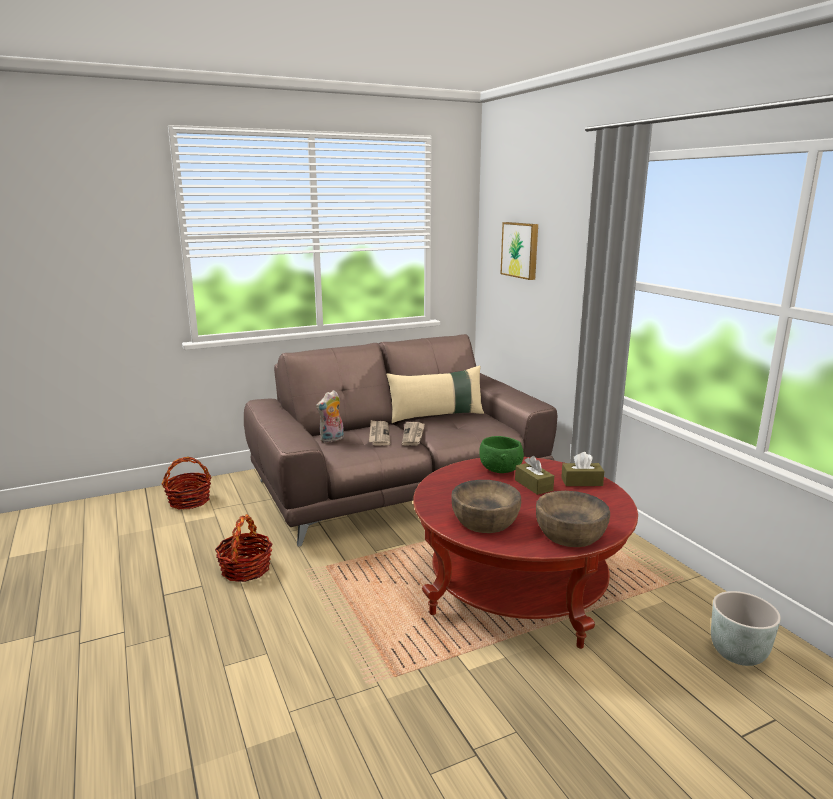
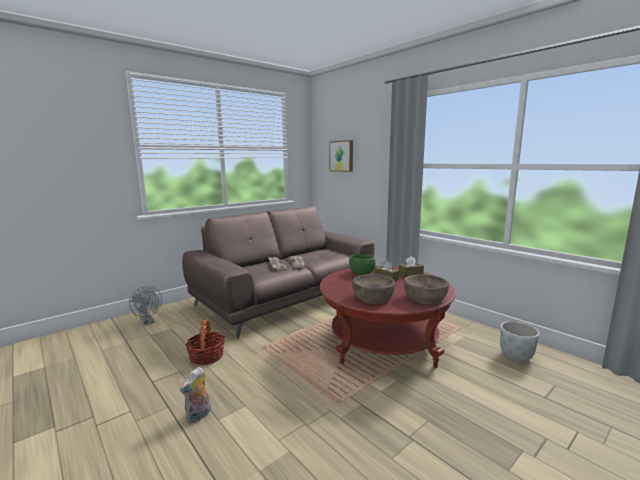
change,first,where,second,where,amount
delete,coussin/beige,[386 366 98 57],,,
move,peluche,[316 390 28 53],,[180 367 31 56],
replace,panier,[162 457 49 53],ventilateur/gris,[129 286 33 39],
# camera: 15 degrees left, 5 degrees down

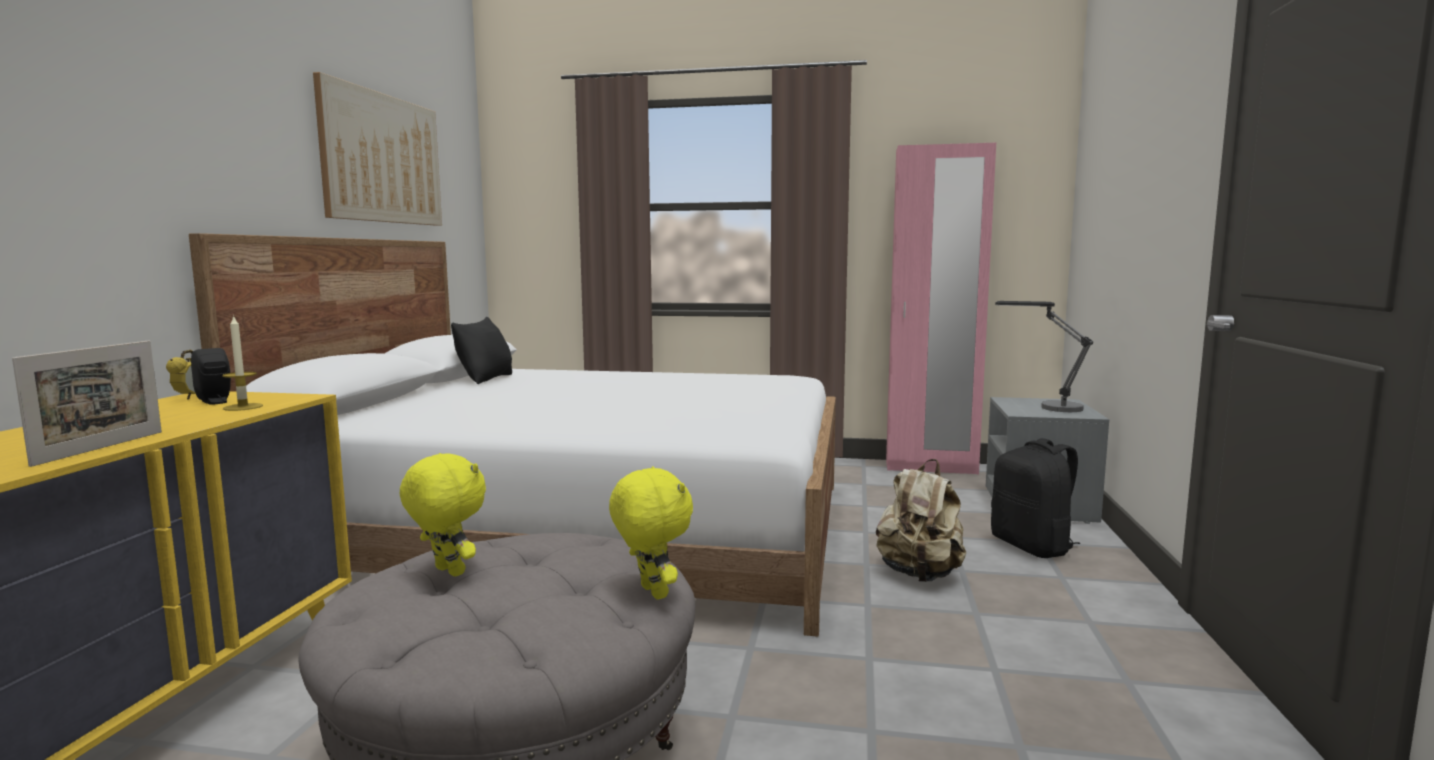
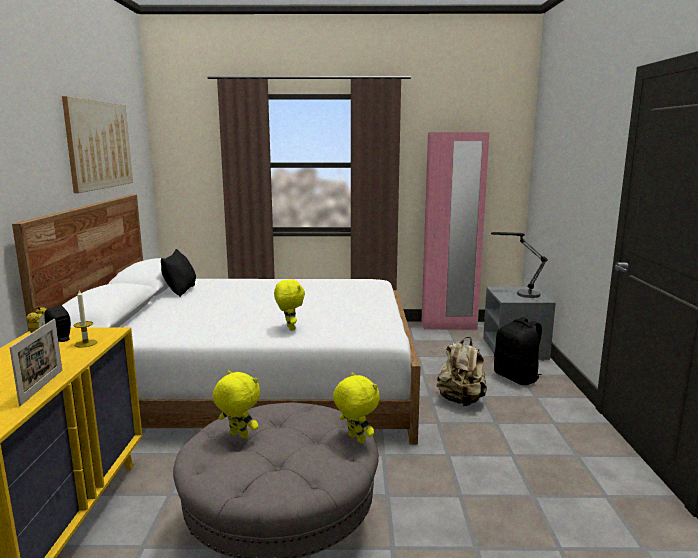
change,first,where,second,where,amount
insert,,,peluche/jaune,[274 279 31 52],
# camera: 10 degrees left, 5 degrees up

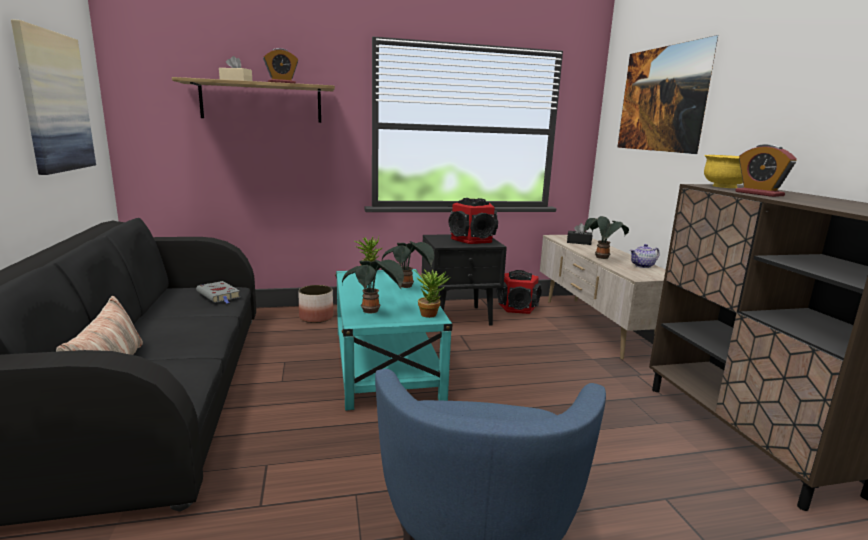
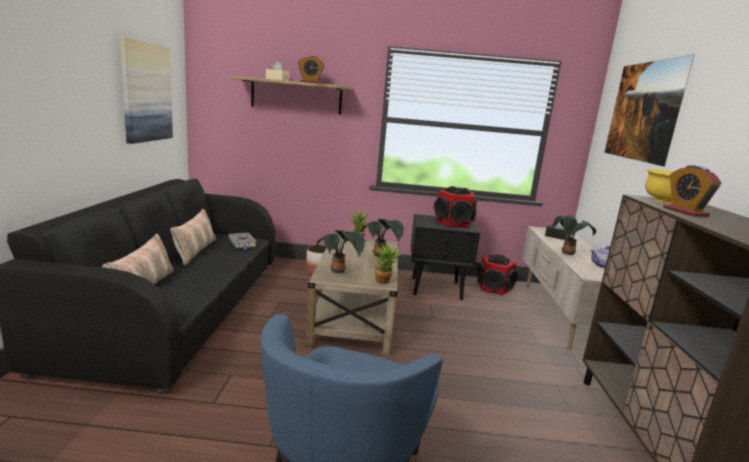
change,first,where,second,where,amount
recolor,table basse/turquoise,[335 269 118 142],table basse/beige,[306 236 93 120],
insert,,,coussin,[171 209 45 56],
# camera: 15 degrees right, 0 degrees up

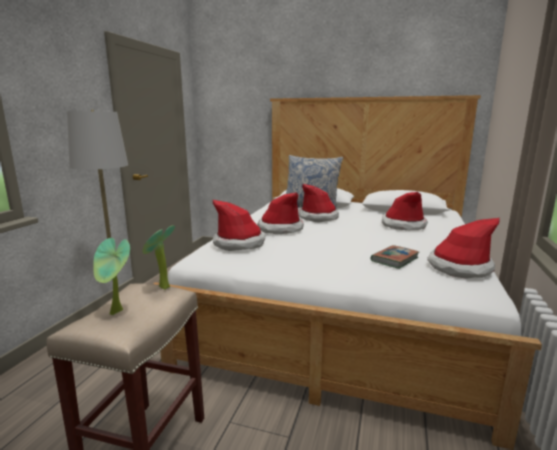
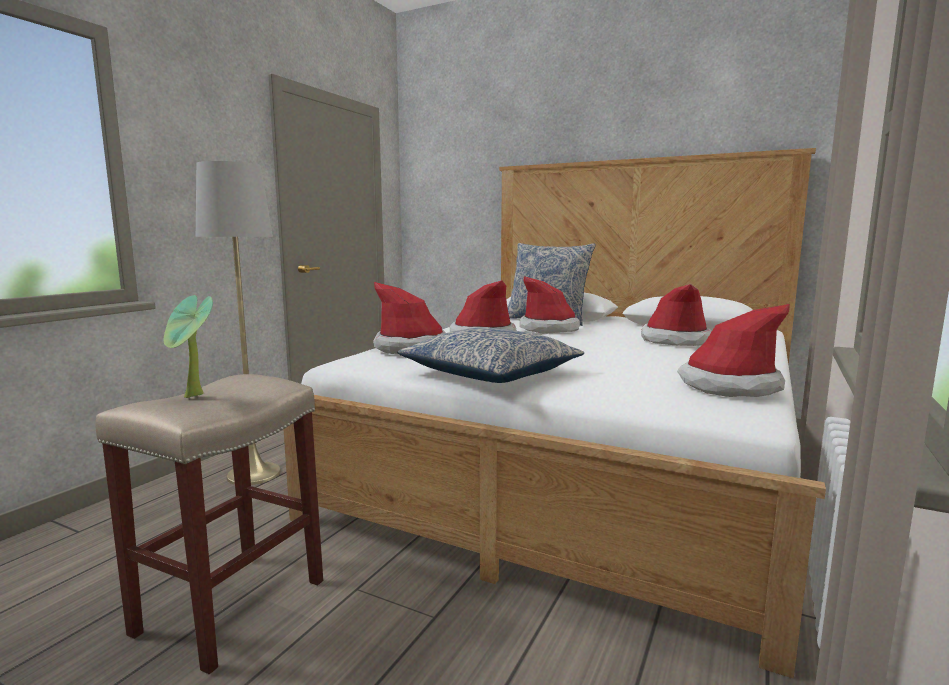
change,first,where,second,where,amount
delete,plante en pot,[142 225 33 65],,,
delete,livre,[371 245 48 24],,,
insert,,,coussin,[397 327 187 56],
# camera: 10 degrees right, 5 degrees down

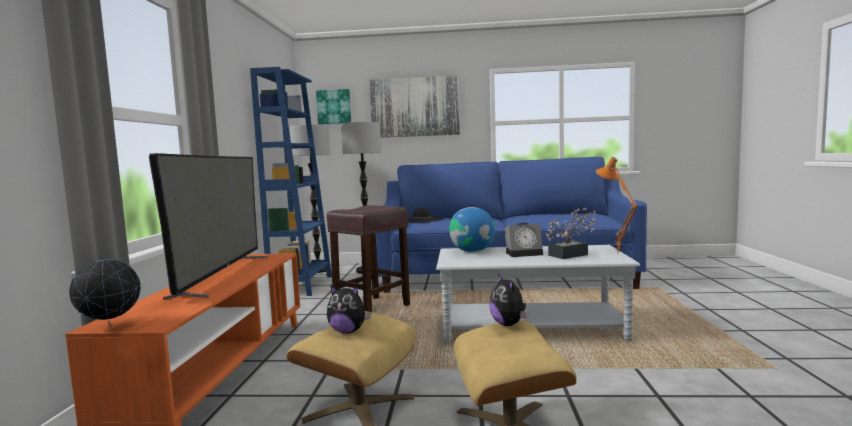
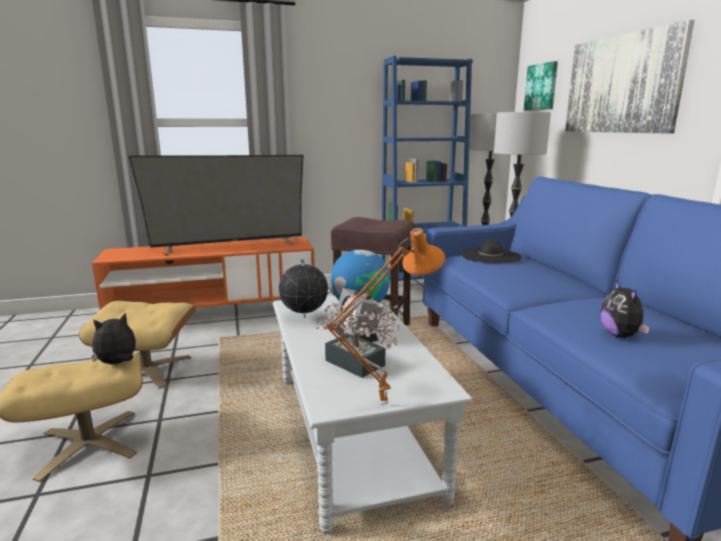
change,first,where,second,where,amount
move,globe,[69 253 72 74],,[279 259 49 59],
move,peluche,[327 285 44 49],,[600 279 50 59],
# camera: 70 degrees right, 10 degrees up

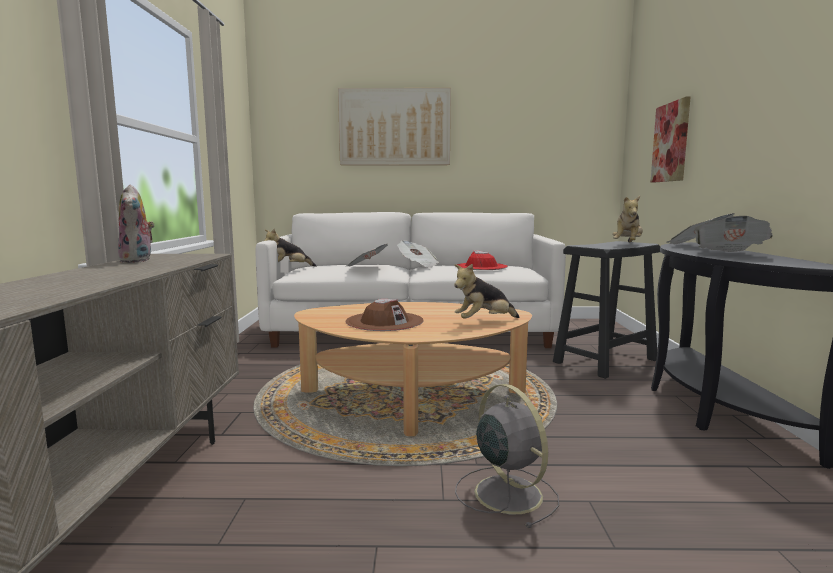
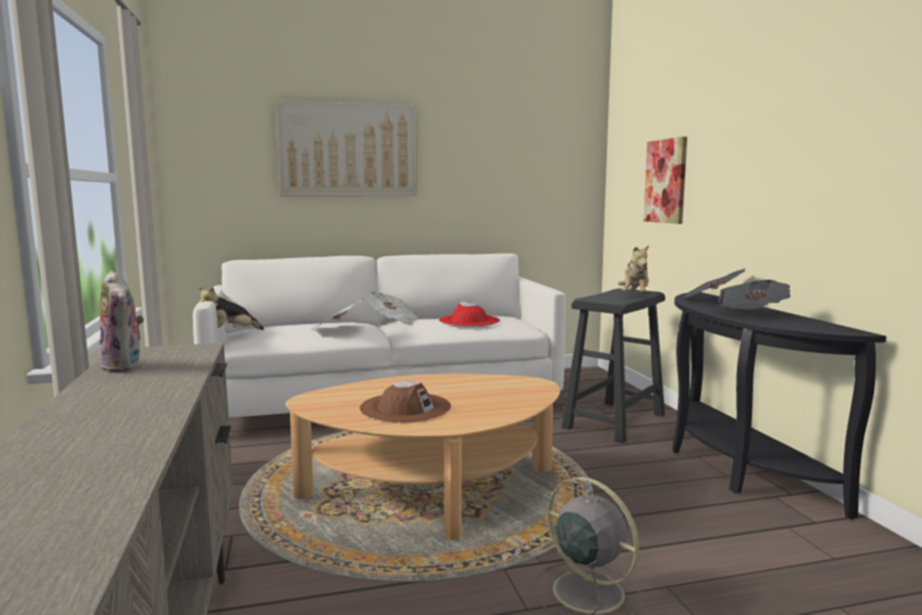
change,first,where,second,where,amount
delete,peluche,[454 264 65 55],,,
# camera: 15 degrees left, 0 degrees up

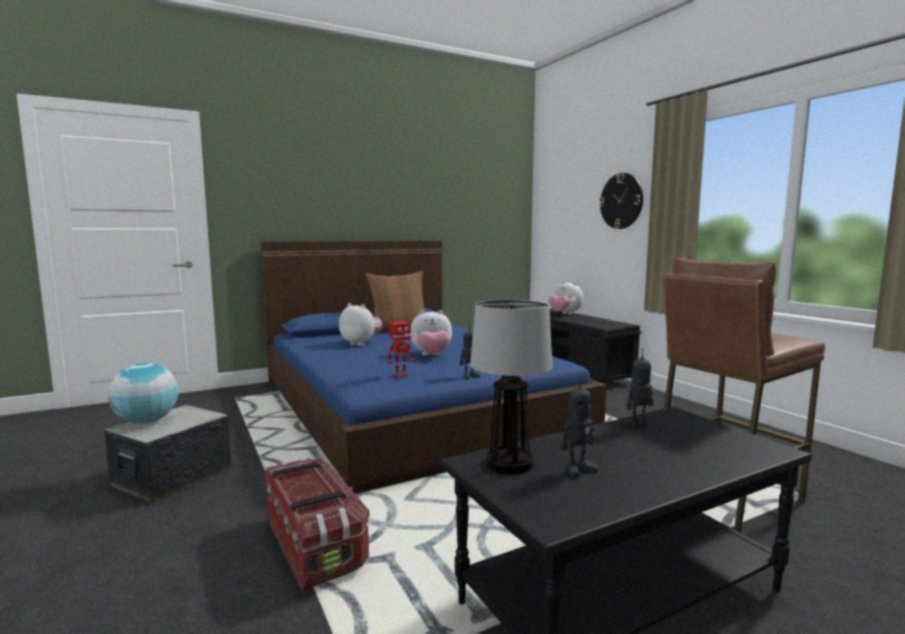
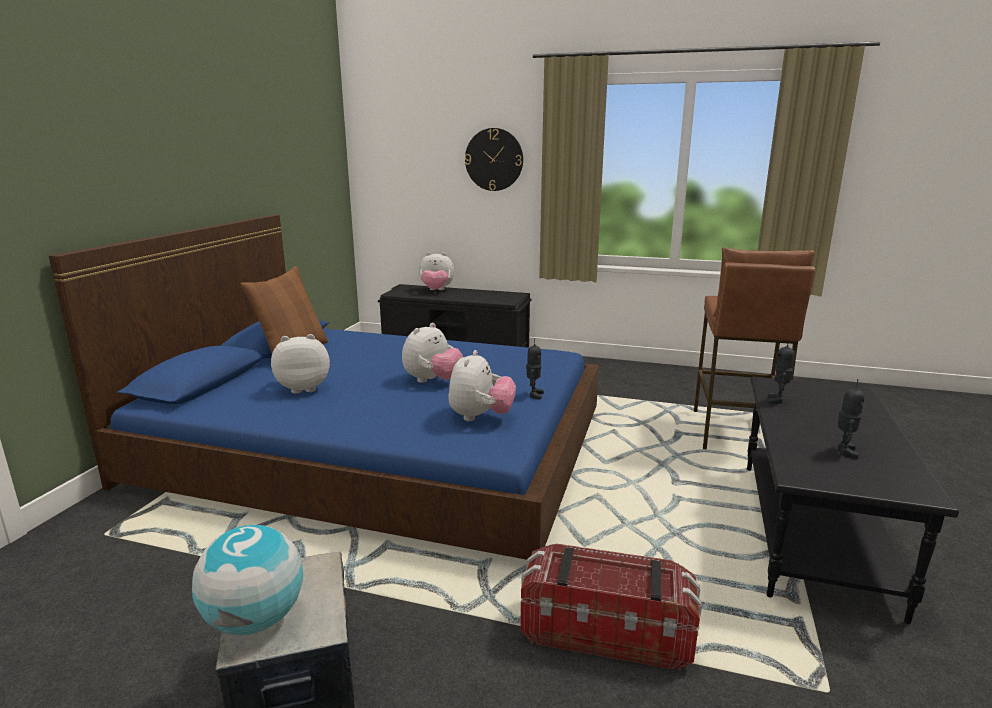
change,first,where,second,where,amount
delete,lampe de table,[470 300 83 174],,,
replace,robot jouet,[388 321 27 57],peluche,[448 350 68 71],
# camera: 45 degrees left, 10 degrees up

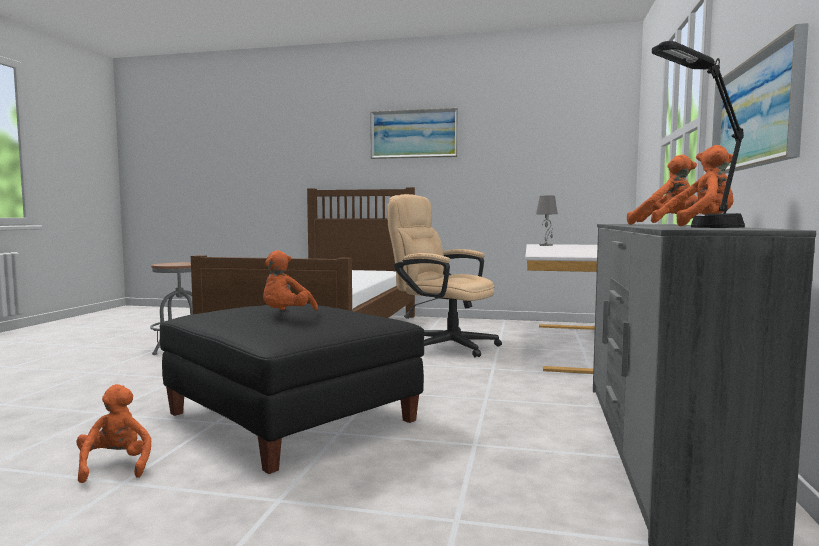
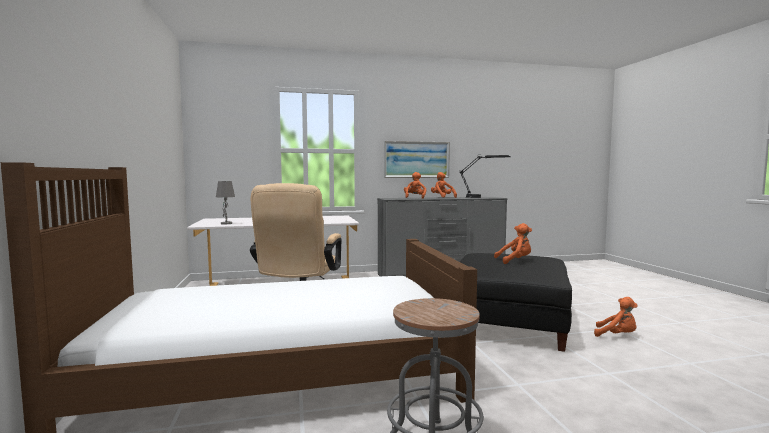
change,first,where,second,where,amount
delete,tableau,[370 108 88 51],,,
rotate,peluche/orange,[76 384 75 99],,[594 297 44 40],105 degrees counterclockwise
# camera: 115 degrees left, 0 degrees up

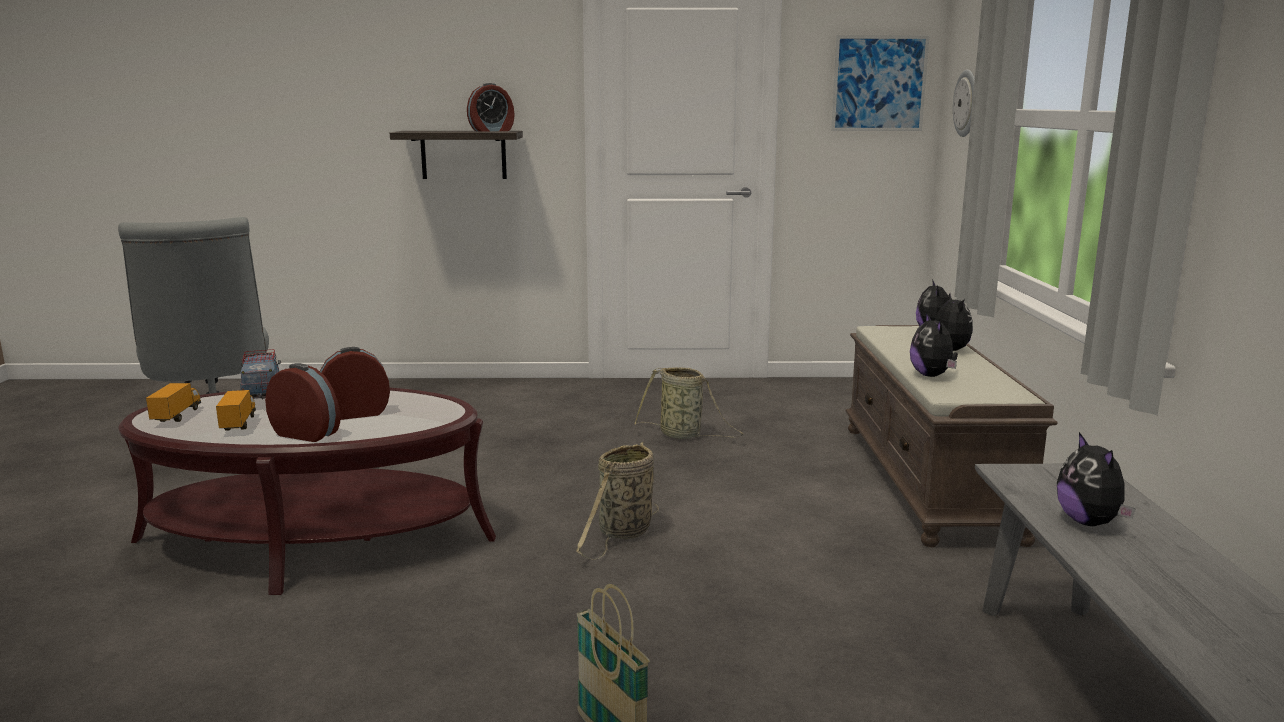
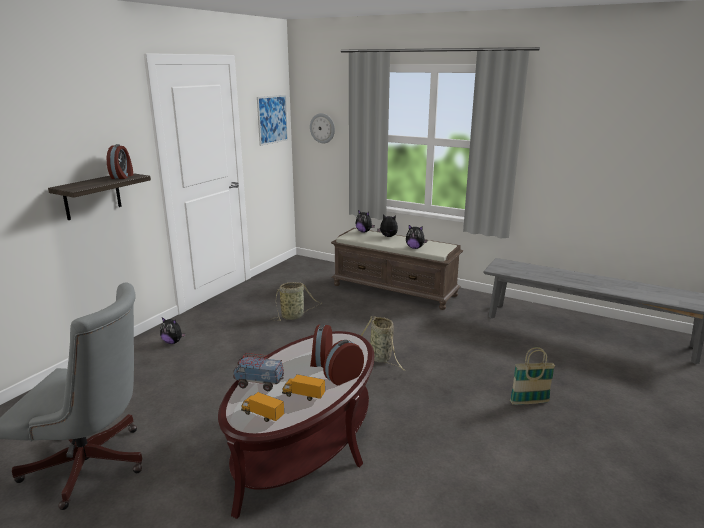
change,first,where,second,where,amount
move,peluche,[1057 432 79 94],,[160 318 26 26],
# camera: 60 degrees left, 5 degrees up

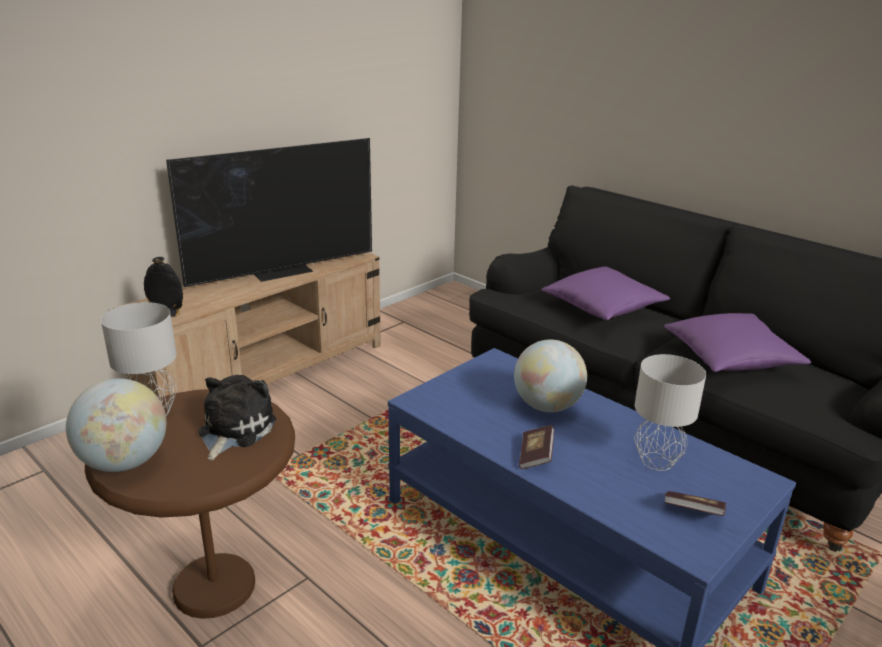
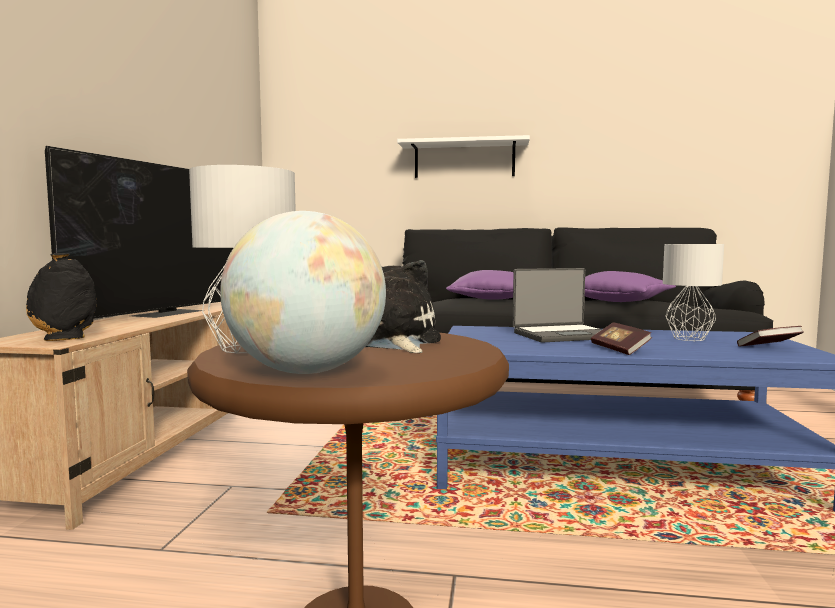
change,first,where,second,where,amount
replace,globe,[514 340 73 72],ordinateur portable,[513 268 89 75],
insert,,,étagère/blanc,[397 135 133 43],
# camera: 35 degrees left, 20 degrees down

